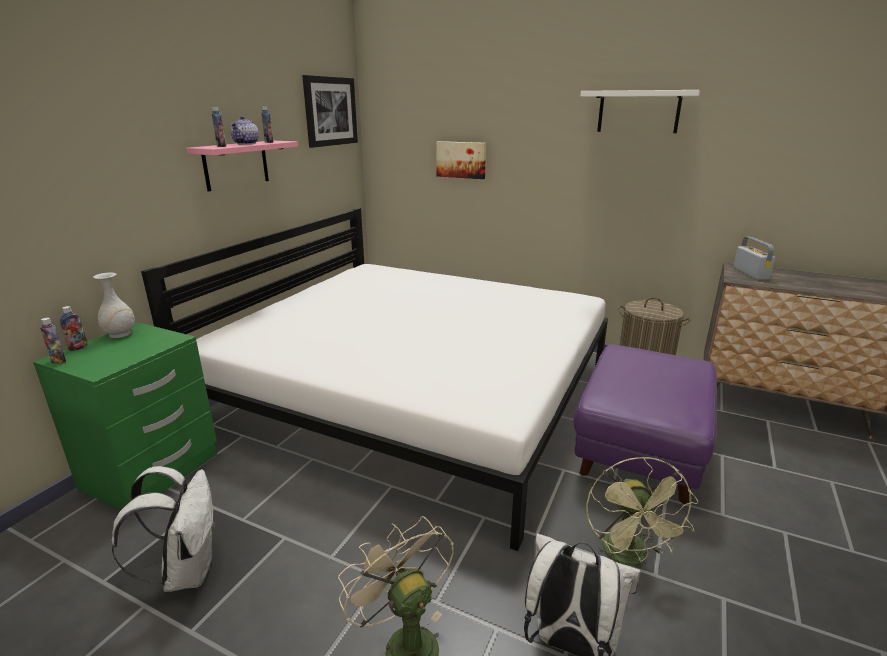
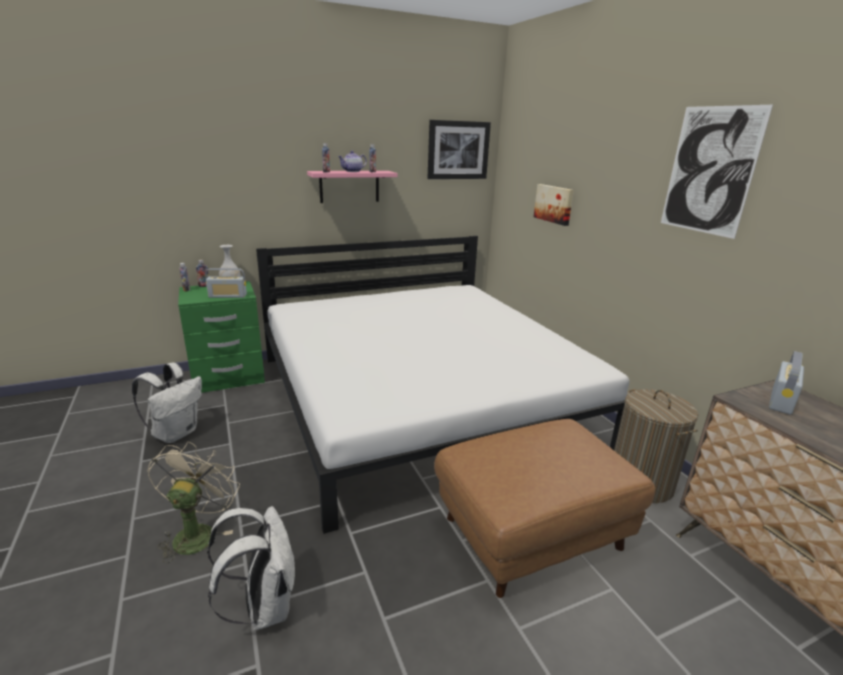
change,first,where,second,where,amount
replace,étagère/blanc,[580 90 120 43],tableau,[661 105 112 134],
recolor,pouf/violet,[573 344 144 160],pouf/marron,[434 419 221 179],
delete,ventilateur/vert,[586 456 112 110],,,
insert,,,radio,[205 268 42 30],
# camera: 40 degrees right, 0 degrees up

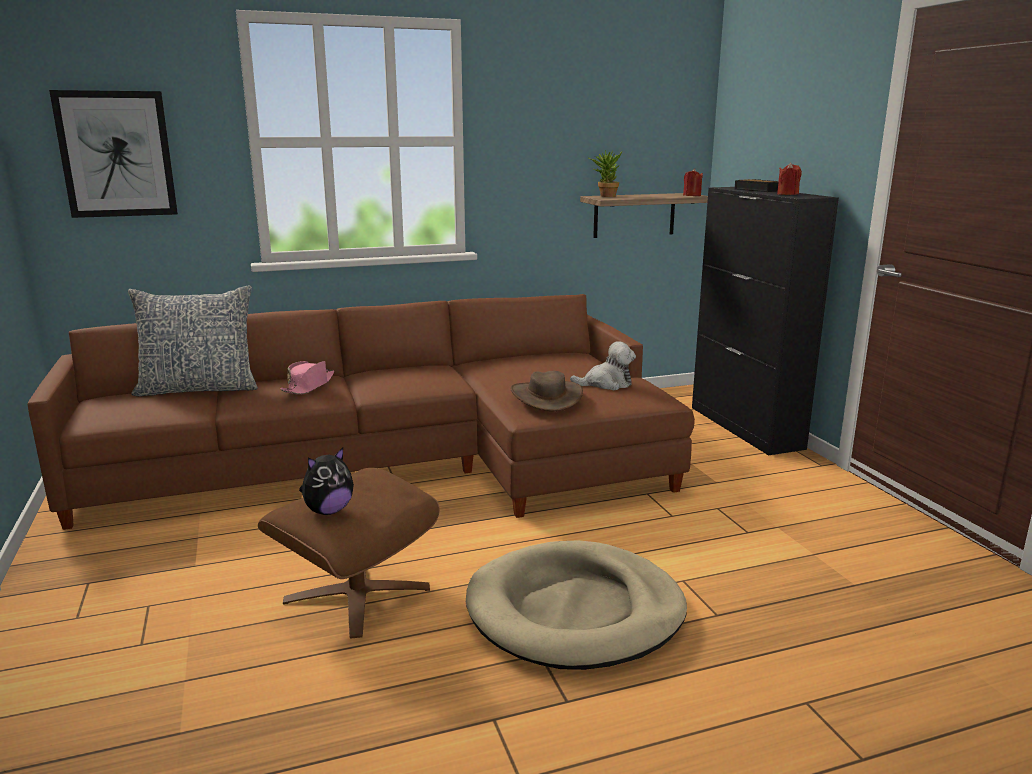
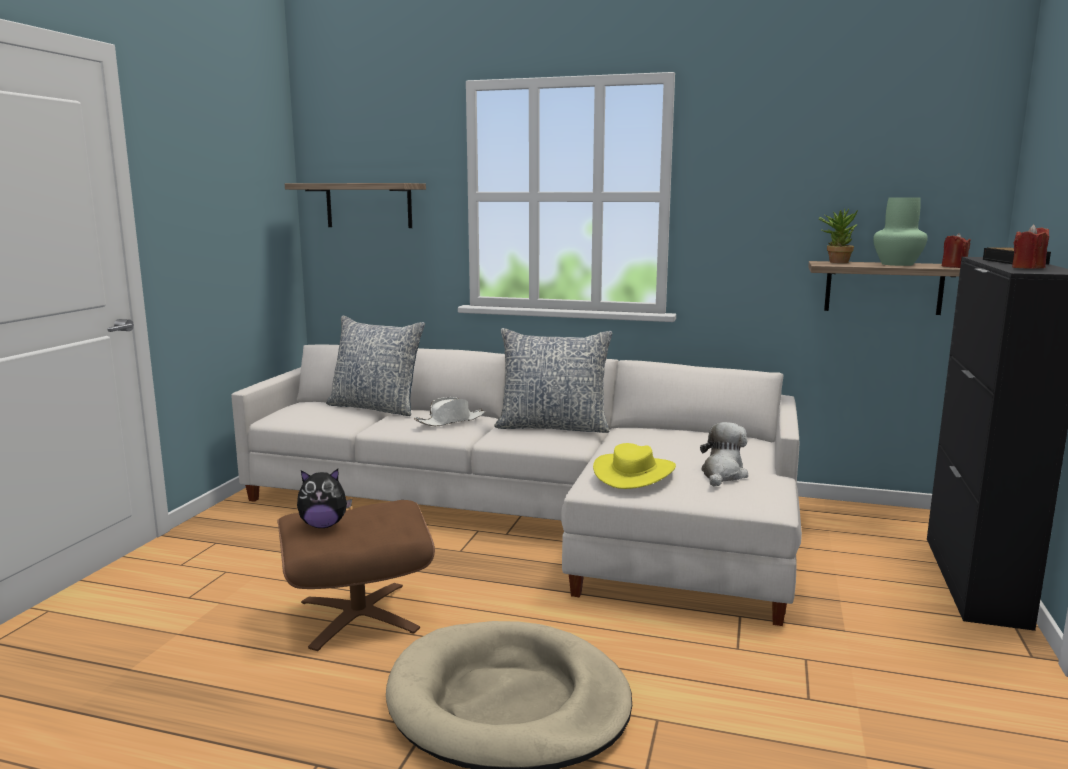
change,first,where,second,where,amount
replace,tableau,[49 90 129 128],étagère,[285 183 141 45],
recolor,canapé/marron,[27 294 668 236],canapé/blanc,[231 345 571 281],
rotate,peluche,[570 341 66 50],,[700 422 48 65],90 degrees counterclockwise
recolor,chapeau/rose,[280 361 54 34],chapeau/blanc,[414 397 71 29],
recolor,chapeau/marron,[510 371 73 40],chapeau/jaune,[593 443 83 46],
insert,,,vase/vert,[873 197 55 69],
insert,,,coussin,[494 328 118 105],
# camera: 35 degrees right, 5 degrees down

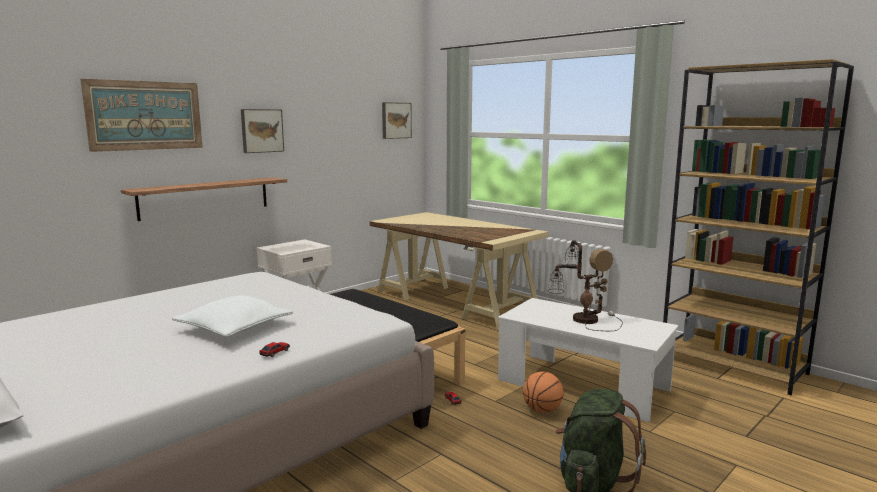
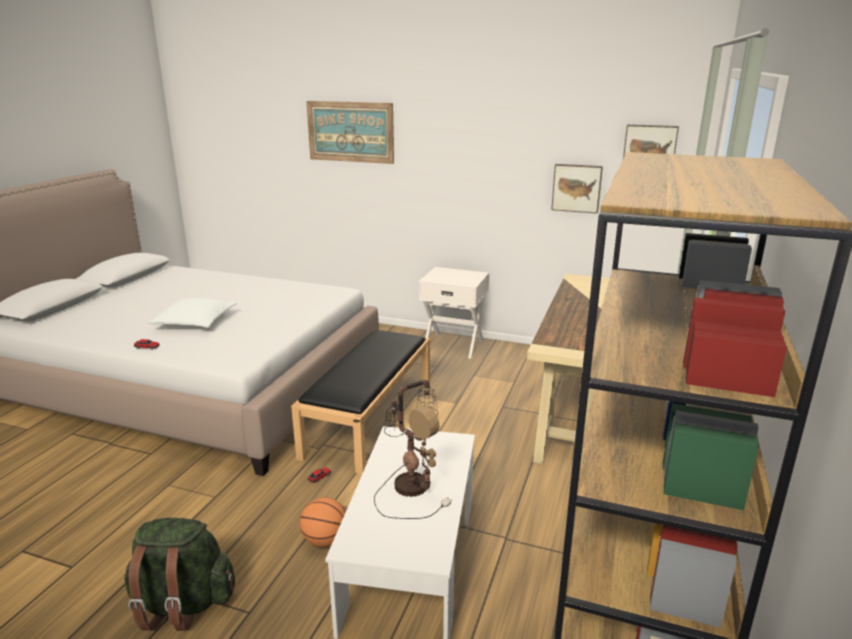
change,first,where,second,where,amount
move,tableau,[241 109 43 44],,[551 164 52 50],
delete,étagère,[121 177 166 44],,,
# camera: 65 degrees right, 10 degrees up

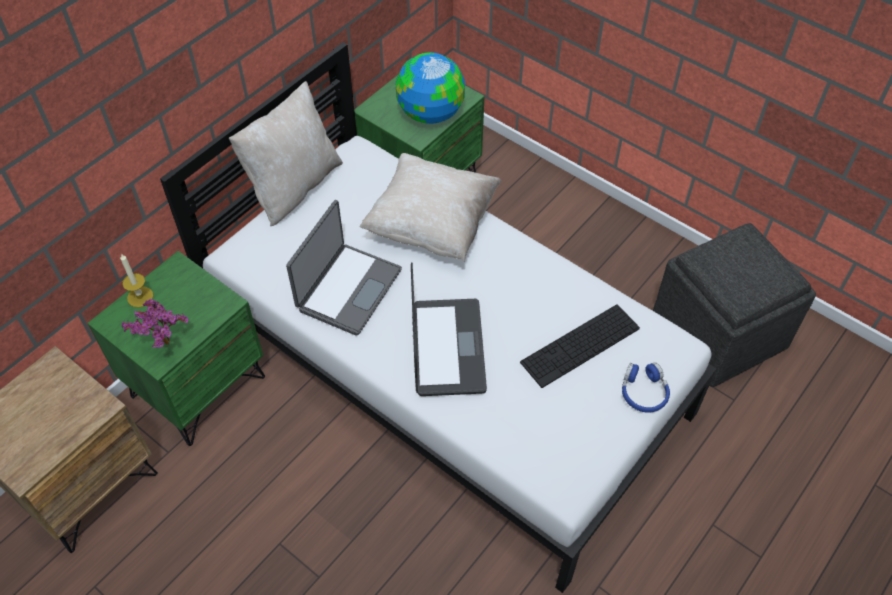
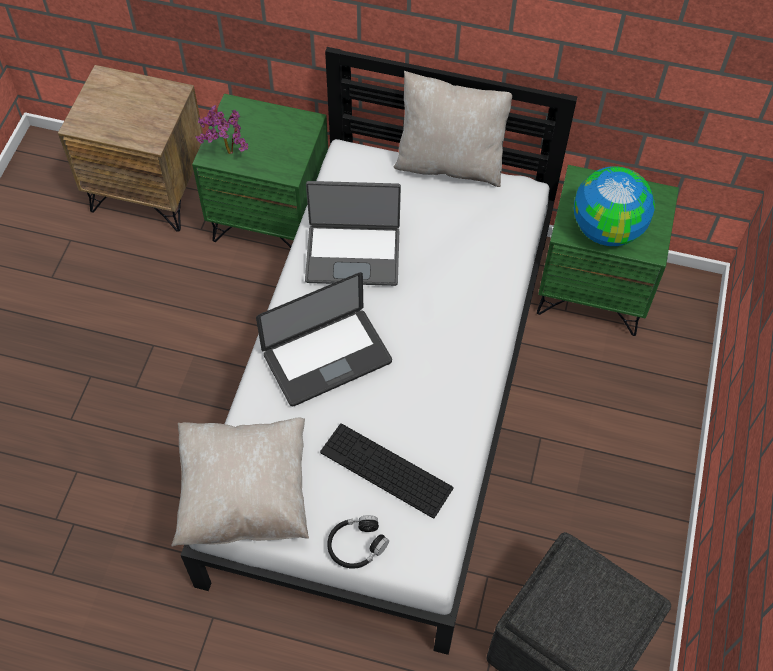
change,first,where,second,where,amount
move,coussin/beige,[359 153 143 109],,[171 418 138 129],
delete,bougie,[120 253 33 55],,,
recolor,casque audio/bleu,[622 362 48 51],casque audio/noir,[327 515 62 54],
# camera: 65 degrees right, 5 degrees up

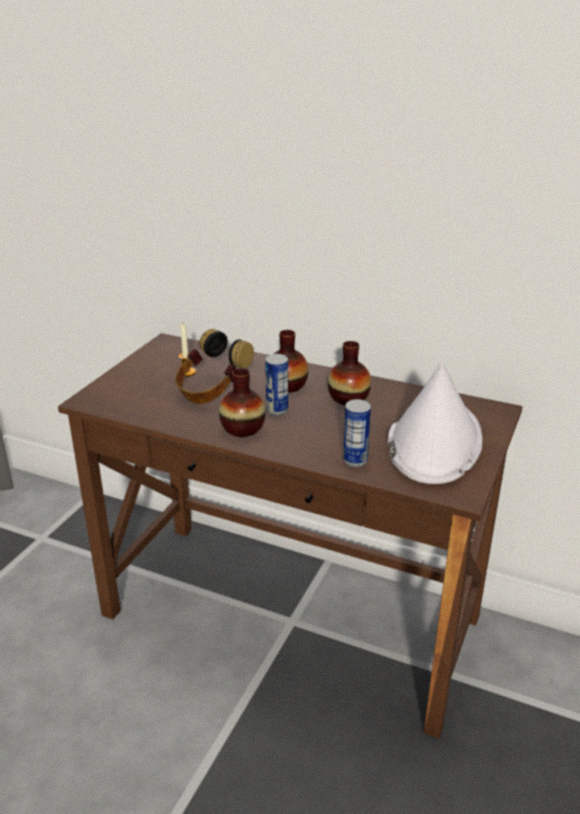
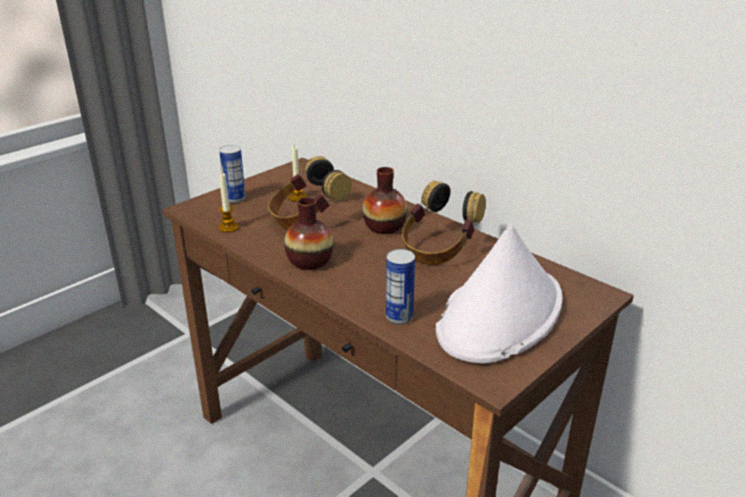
change,first,where,second,where,amount
replace,vase,[328 341 43 64],casque audio,[402 181 84 84],
move,boîte métallique,[265 354 23 61],,[219 145 27 58],
insert,,,bougie,[218 173 21 60],
# camera: 20 degrees right, 0 degrees up

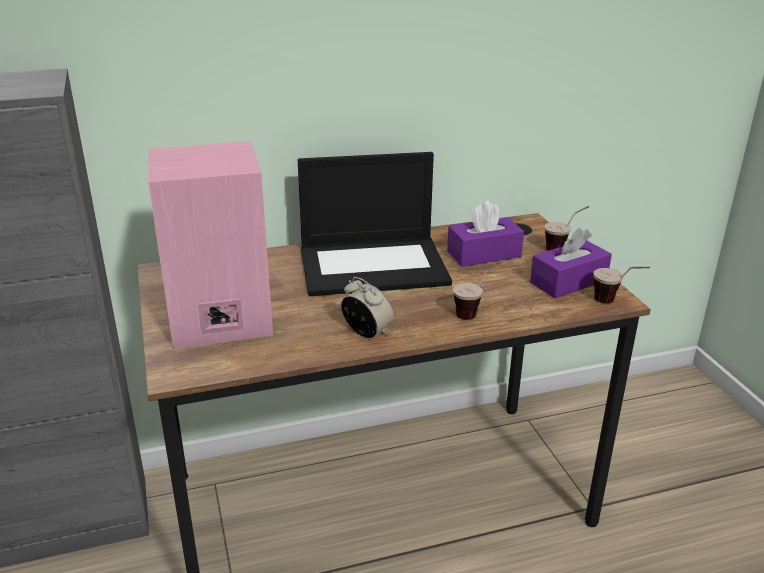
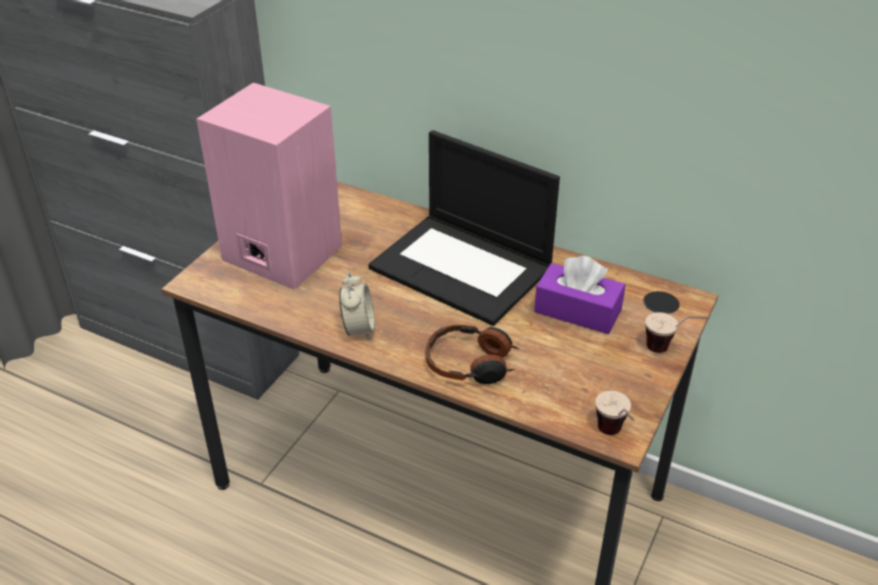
change,first,where,second,where,amount
delete,boîte à mouchoirs/violet,[530 228 82 70],,,
replace,tasse,[453 262 47 58],casque audio,[426 325 93 59],
# camera: 45 degrees right, 10 degrees up

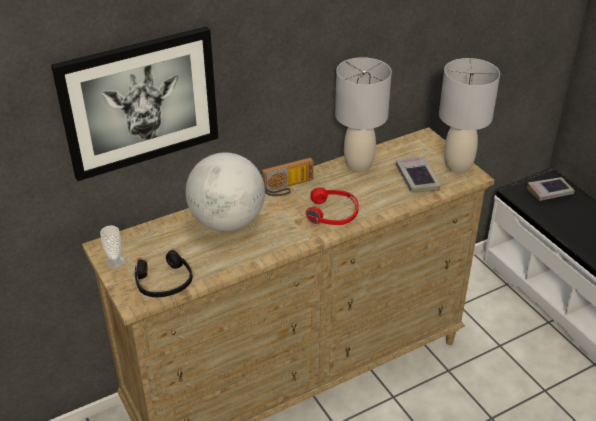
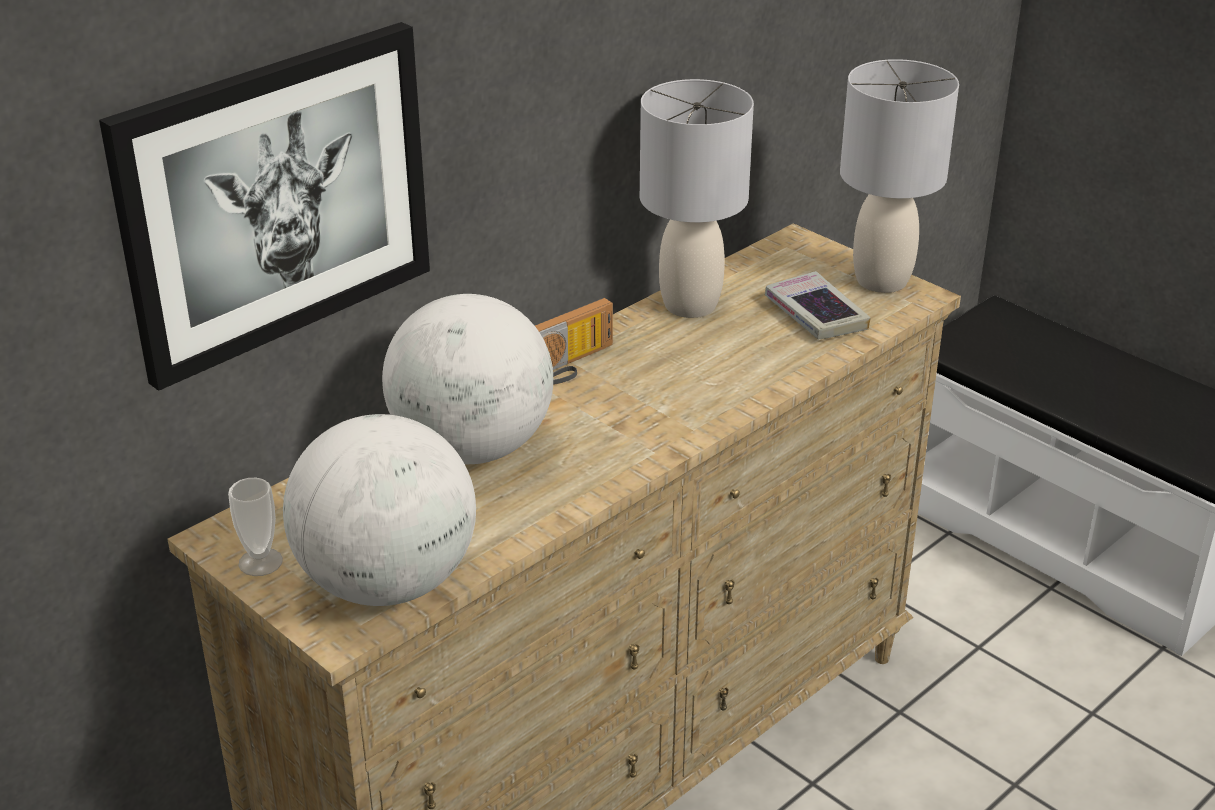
change,first,where,second,where,amount
delete,livre,[527 177 48 24],,,
delete,casque audio/rouge,[306 187 53 38],,,
replace,casque audio/noir,[135 250 58 47],globe,[283 414 193 192],
# camera: 15 degrees left, 5 degrees down

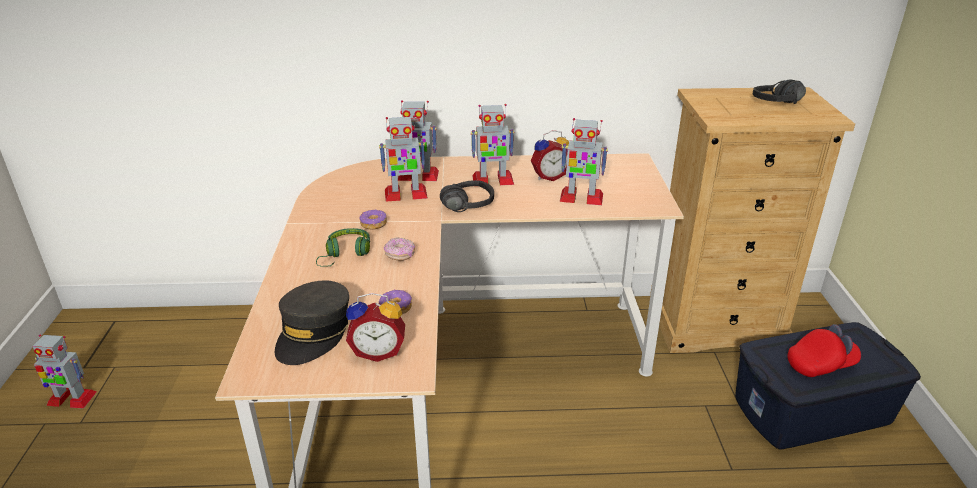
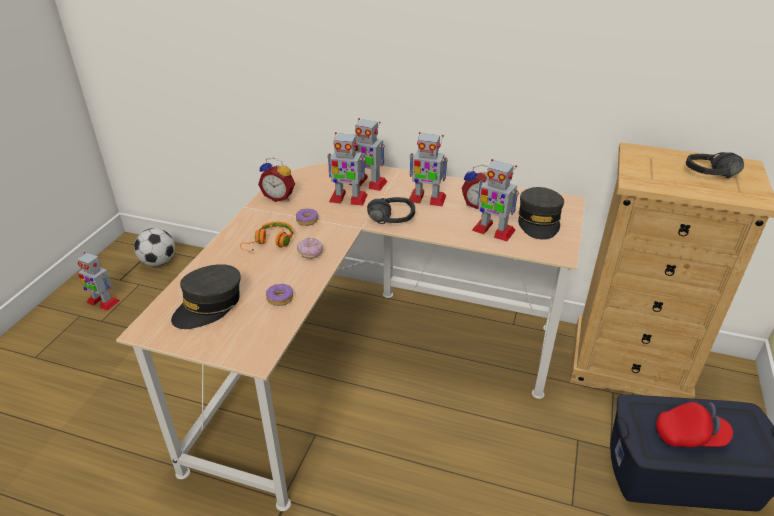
change,first,where,second,where,amount
recolor,casque audio/vert,[316 228 54 39],casque audio/orange,[240 222 54 30],
move,réveil,[346 293 59 69],,[258 158 37 44],
insert,,,casquette/gris,[518 187 46 53],
insert,,,ballon de foot,[134 228 41 38],
# camera: 20 degrees right, 5 degrees up

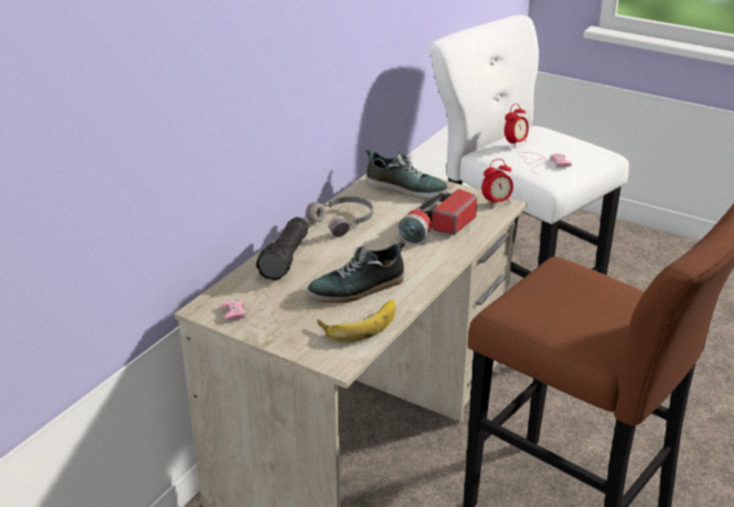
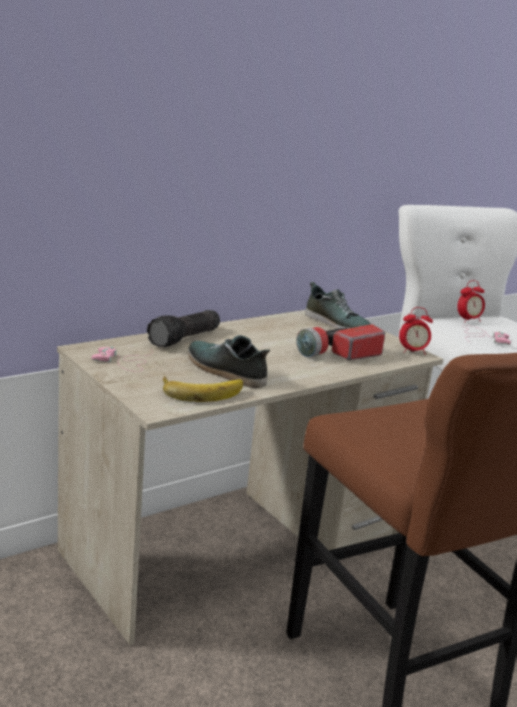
change,first,where,second,where,amount
delete,casque audio/gris,[306 196 68 41],,,
rotate,chaussure,[307 241 98 62],,[188 335 82 53],45 degrees clockwise
# camera: 20 degrees right, 10 degrees down

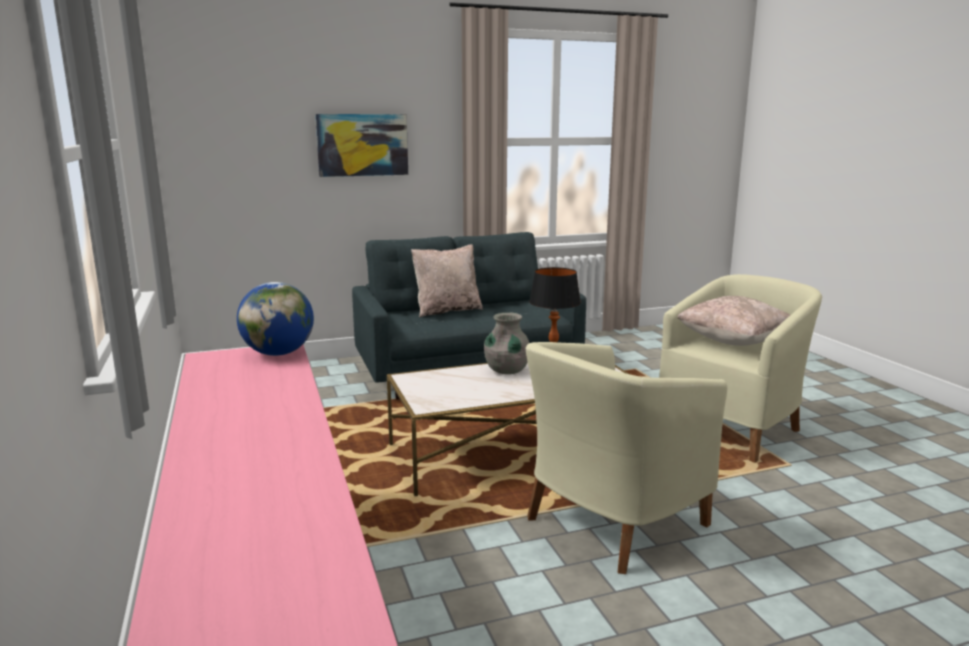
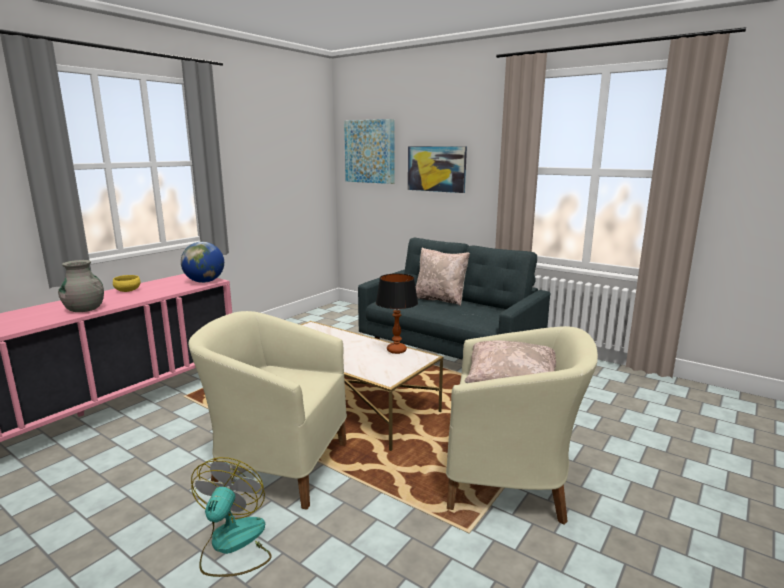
change,first,where,second,where,amount
move,vase/gris,[484 313 45 61],,[58 260 46 52],
insert,,,tableau,[344 119 51 65],
insert,,,bol/jaune,[113 275 28 17],
insert,,,ventilateur,[191 457 80 120],
# camera: 55 degrees right, 0 degrees up

